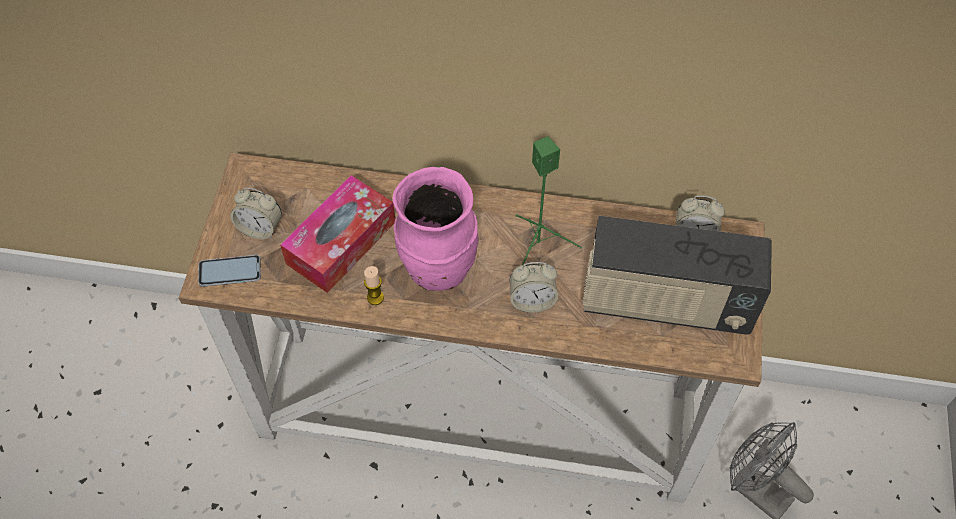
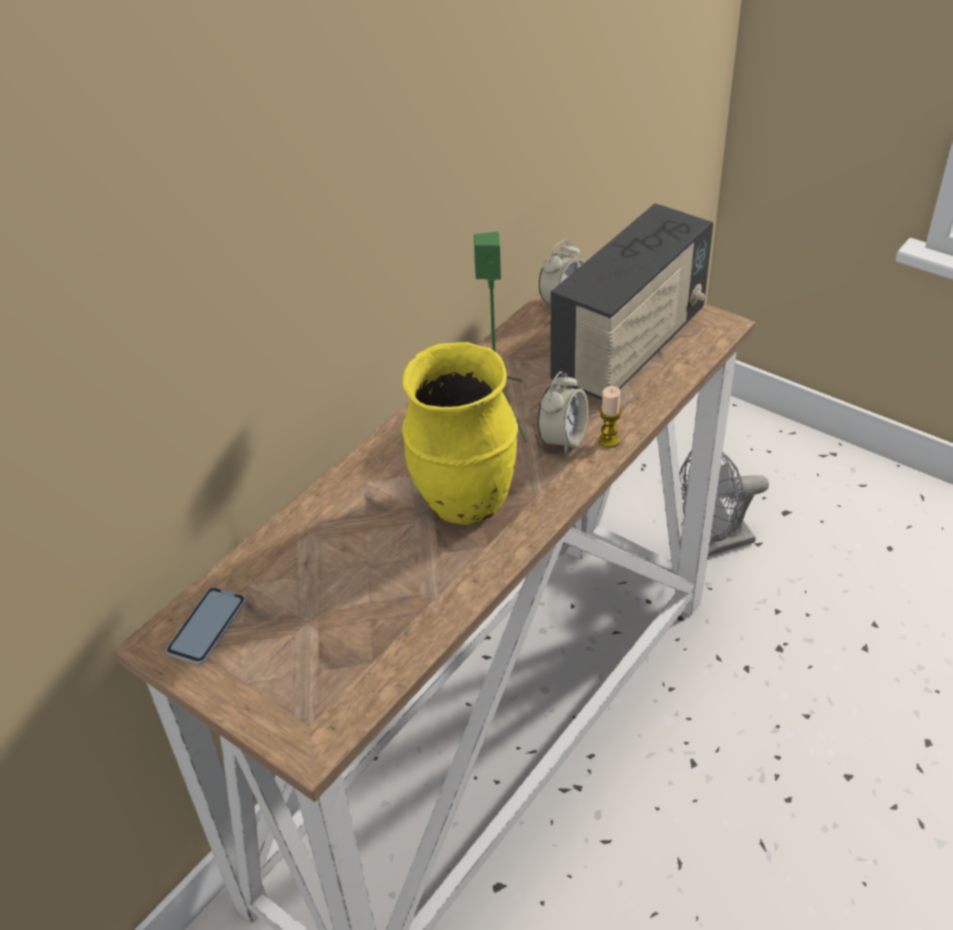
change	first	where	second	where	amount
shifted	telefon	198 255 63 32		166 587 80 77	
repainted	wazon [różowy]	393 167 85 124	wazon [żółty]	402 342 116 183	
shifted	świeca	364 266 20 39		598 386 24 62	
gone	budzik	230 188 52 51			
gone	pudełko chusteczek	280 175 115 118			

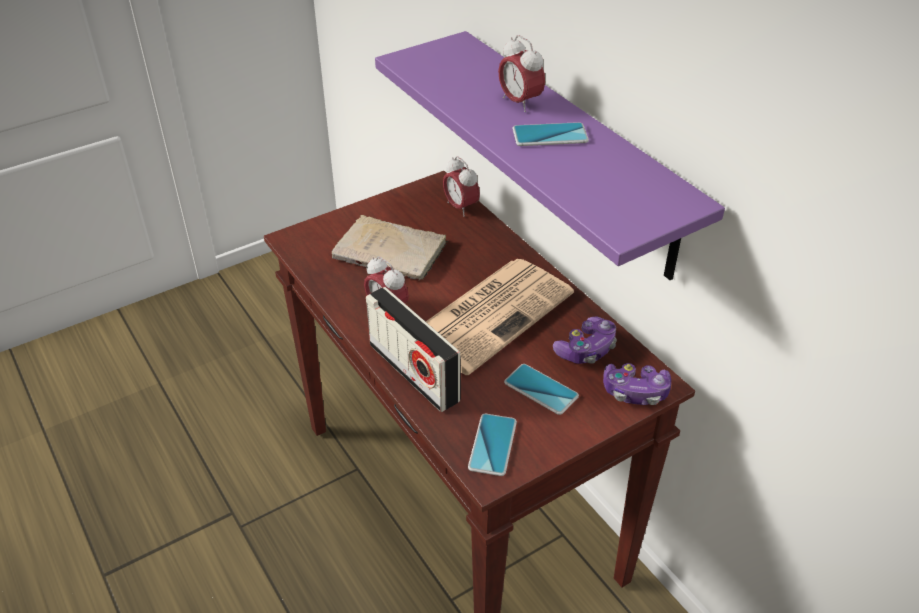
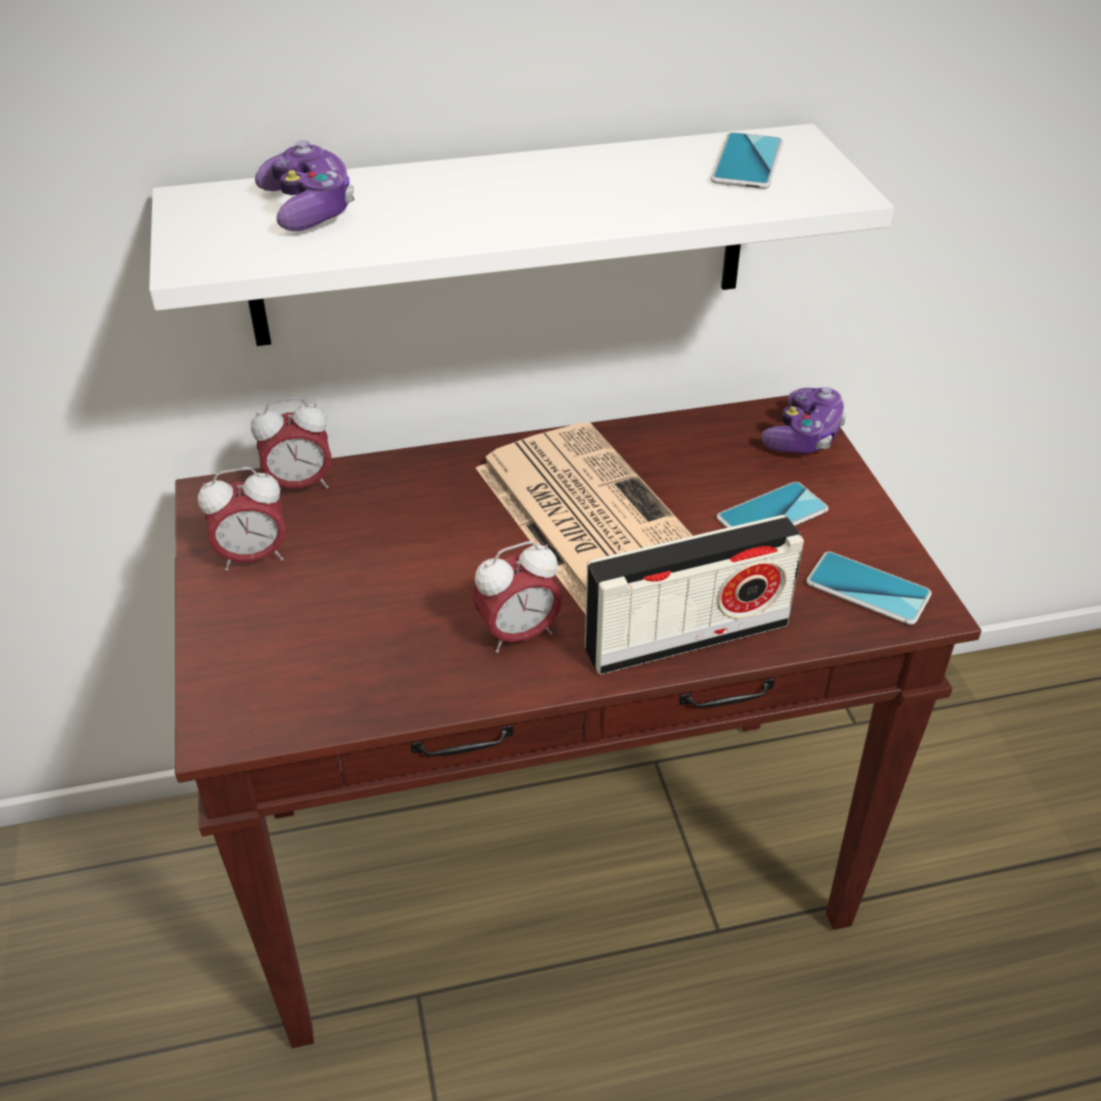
change	first	where	second	where	amount
repainted	półka [fioletowy]	375 31 350 249	półka [biały]	149 124 745 222	
shifted	budzik	498 35 47 77		198 467 88 104	
shifted	pad do gier	553 316 64 48		255 140 100 91	
shifted	telefon	512 122 77 24		711 132 72 57	
gone	książka [beżowy]	332 215 116 65			

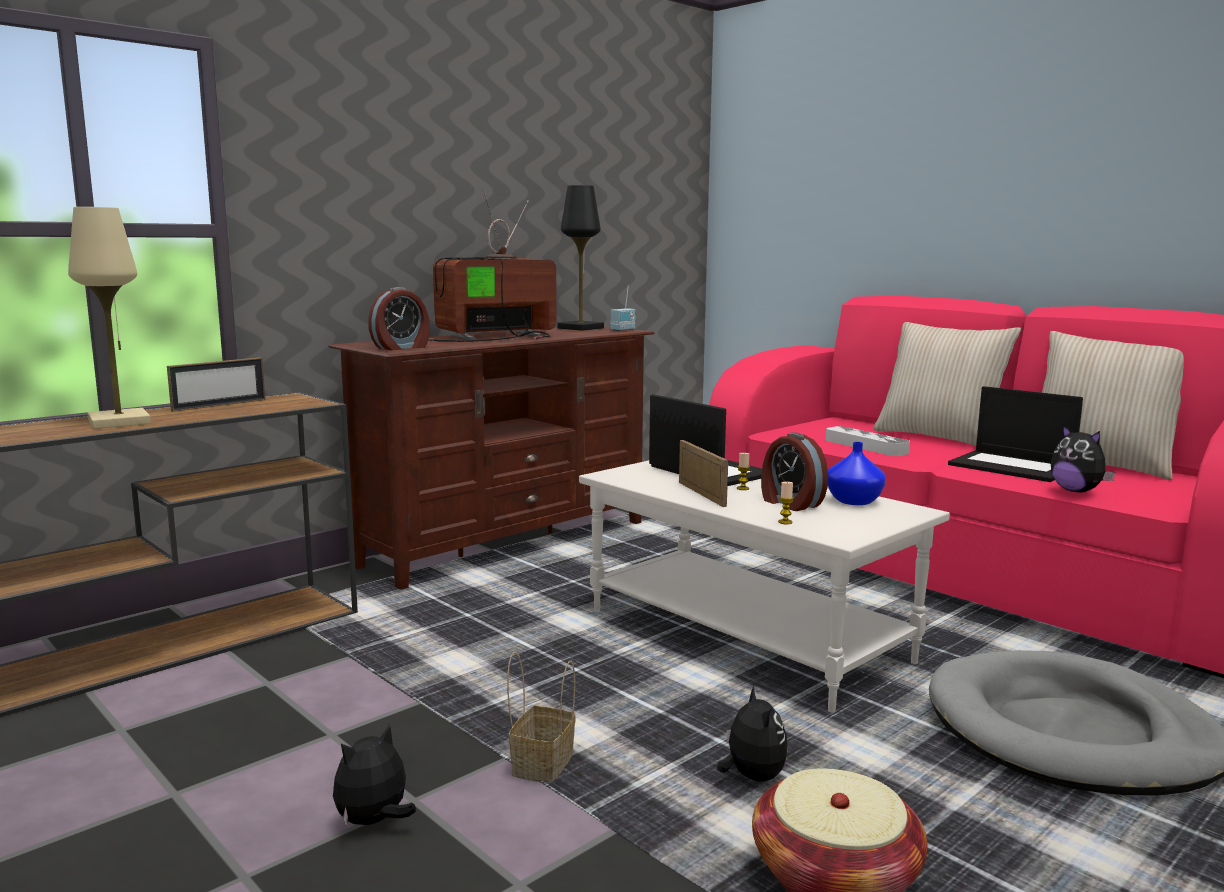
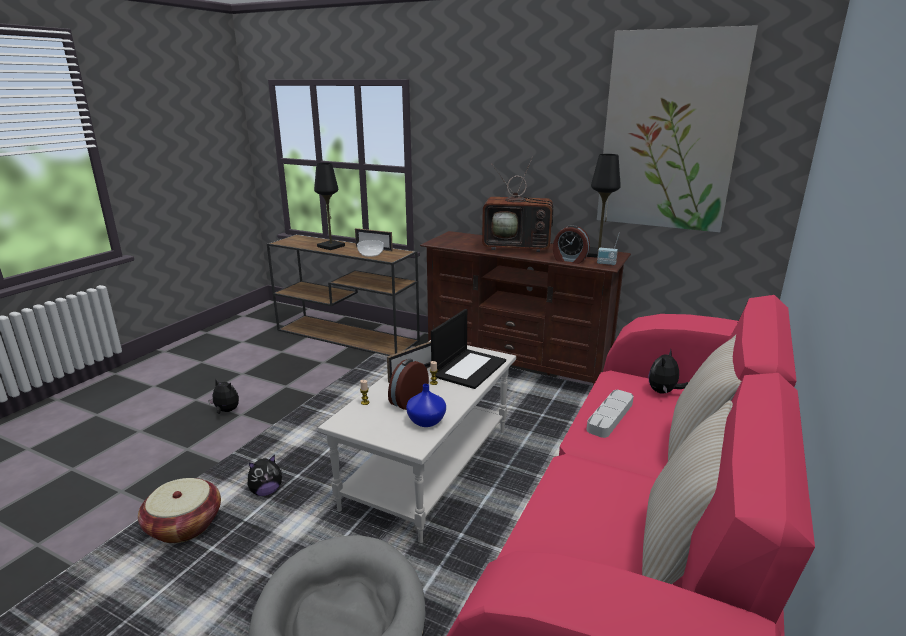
change	first	where	second	where	amount
repainted	lampa stołowa [beżowy]	68 207 83 222	lampa stołowa [czarny]	314 163 31 87	
new			miska	357 240 27 17	
rotated	telewizor	428 189 129 153		482 157 71 95	150 degrees clockwise
shifted	budzik	368 287 62 63		553 225 37 39	
new			obraz	597 25 161 207	
shifted	pluszak	1051 425 64 67		648 349 40 45	
gone	koszyk	507 652 69 130			
gone	laptop	948 386 135 96			

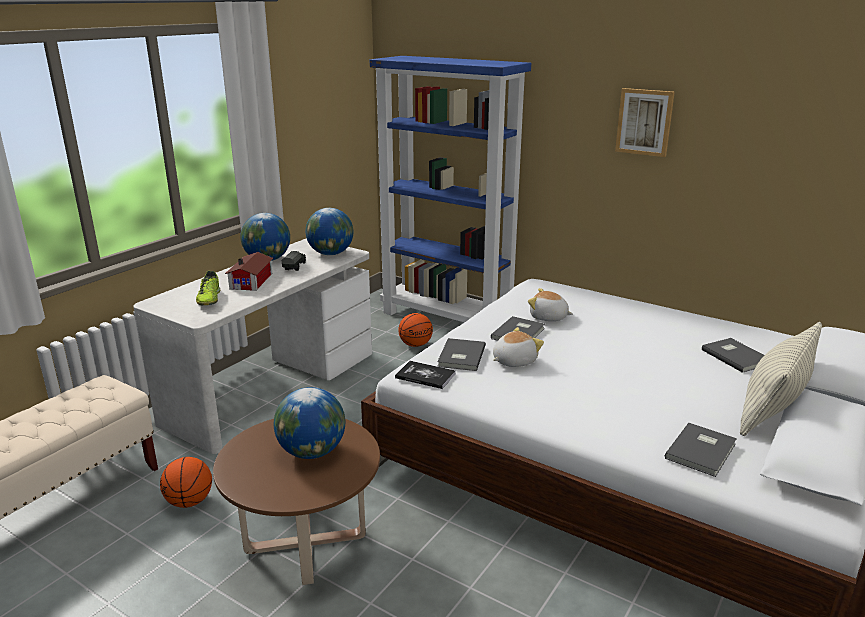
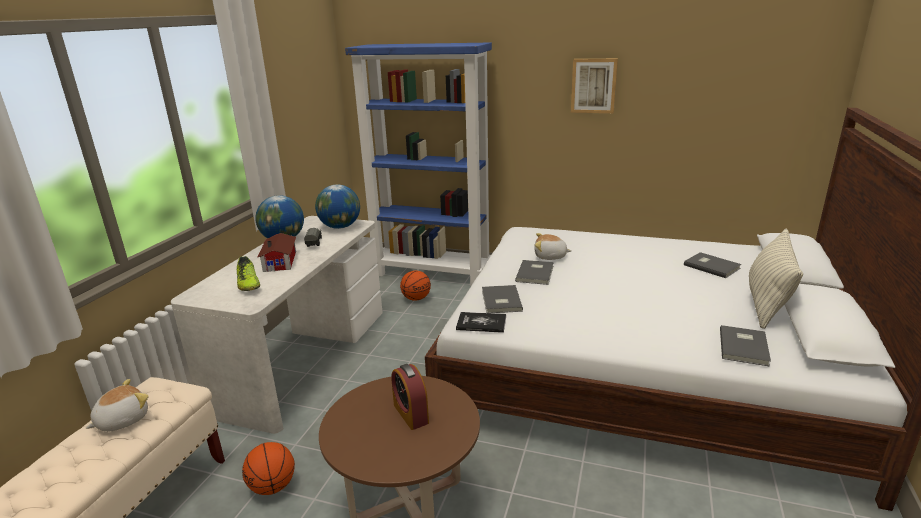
change	first	where	second	where	amount
shifted	pluszak	493 327 51 40		86 379 63 53	
swapped	globus	274 387 71 72	budzik	391 364 38 66	

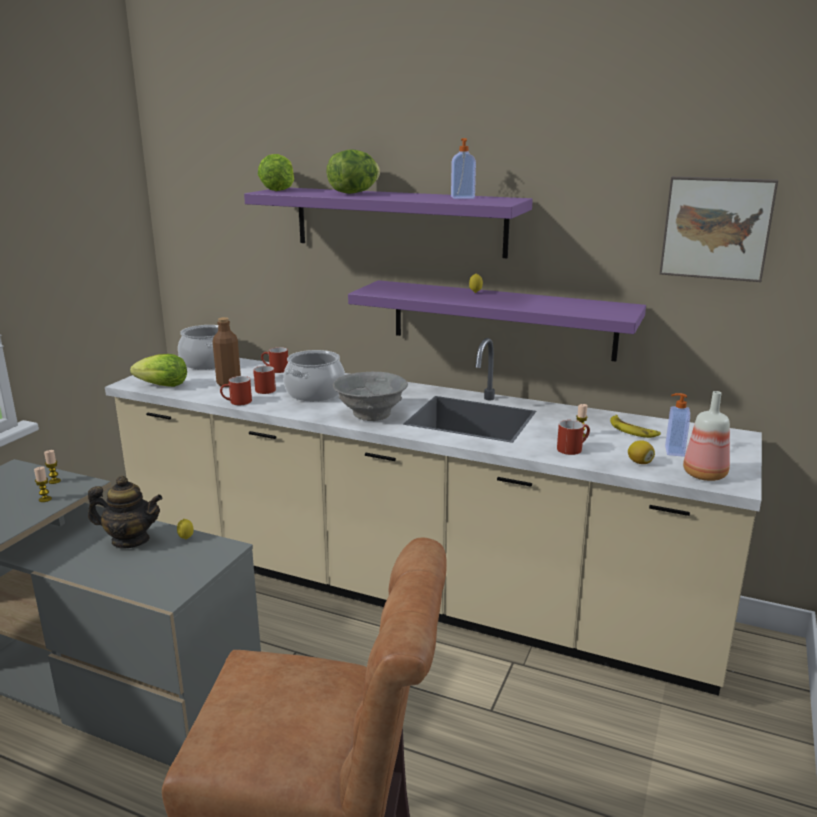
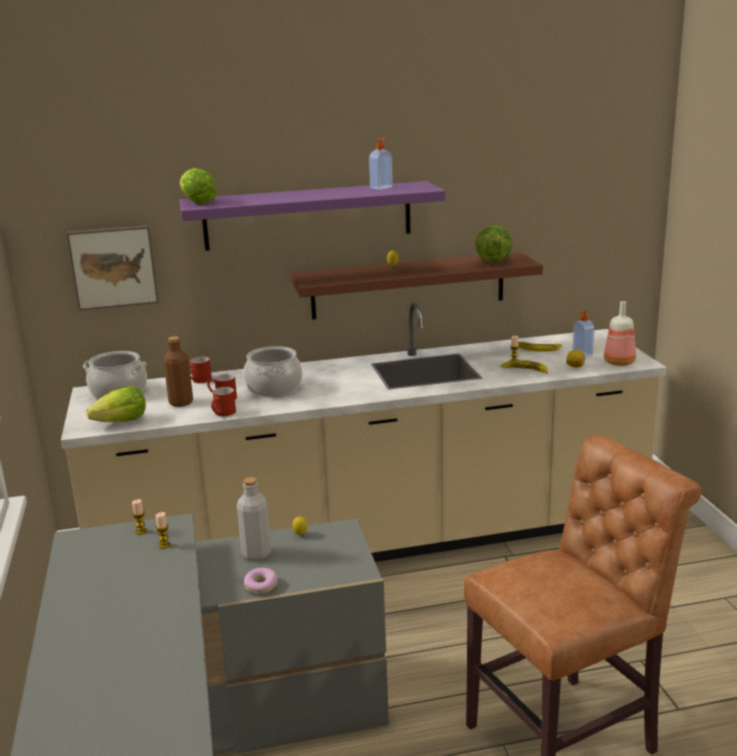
change	first	where	second	where	amount
shifted	obraz	660 176 118 106		67 225 91 85	
swapped	imbryk	88 476 75 72	butelka [szary]	237 477 34 84	
new			donut	244 568 34 26	
repainted	półka [fioletowy]	348 280 298 82	półka [brązowy]	290 252 253 68	
shifted	sałata	326 149 54 45		475 225 37 38	
swapped	kubek [czerwony]	557 420 33 35	banan	501 360 47 14	
gone	miska [szary]	333 372 75 49			

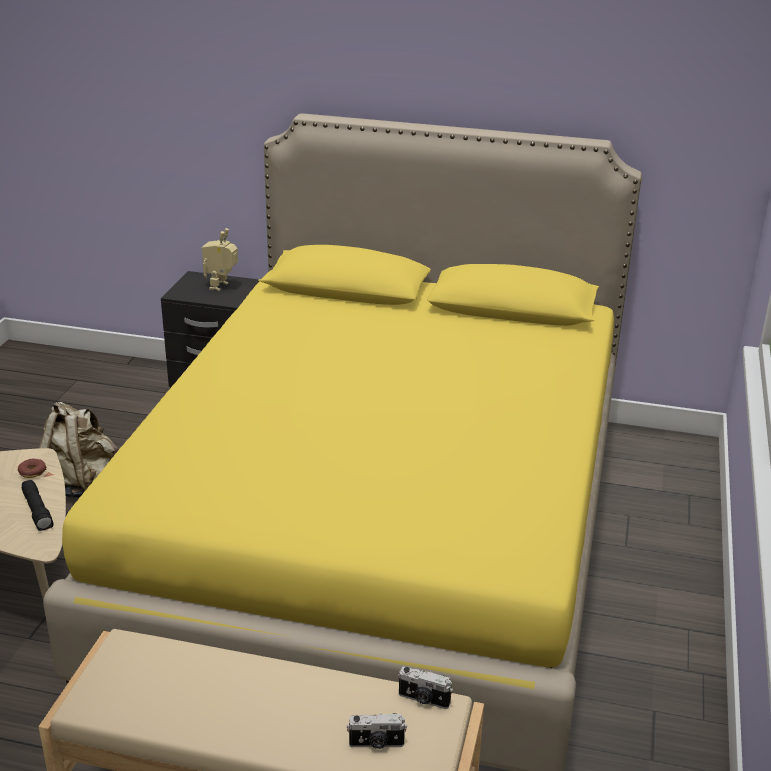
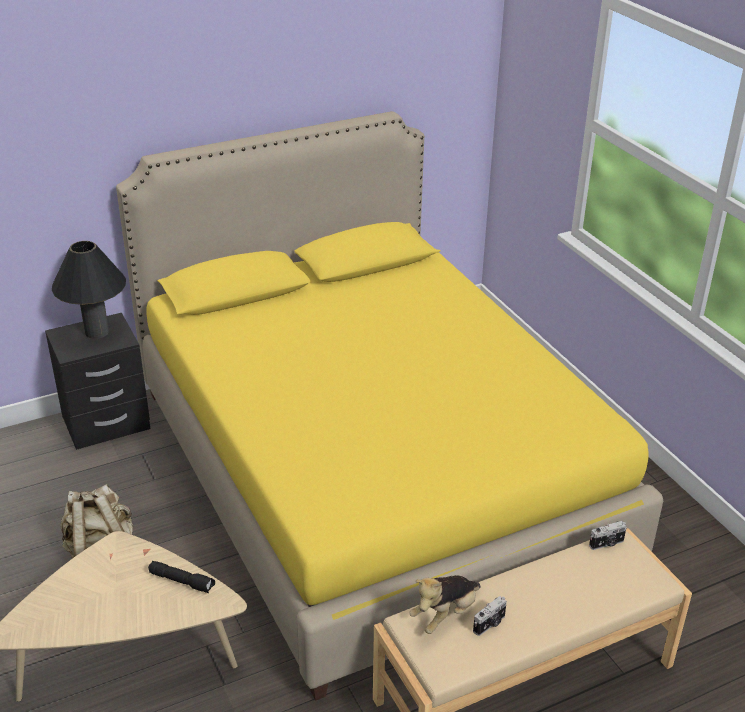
change	first	where	second	where	amount
swapped	robot zabawkowy	202 228 36 63	lampa stołowa [czarny]	52 241 74 98	
new			pluszak	409 575 72 59	
shifted	aparat fotograficzny	347 713 60 36		473 596 34 40	
gone	donut	18 459 29 19			

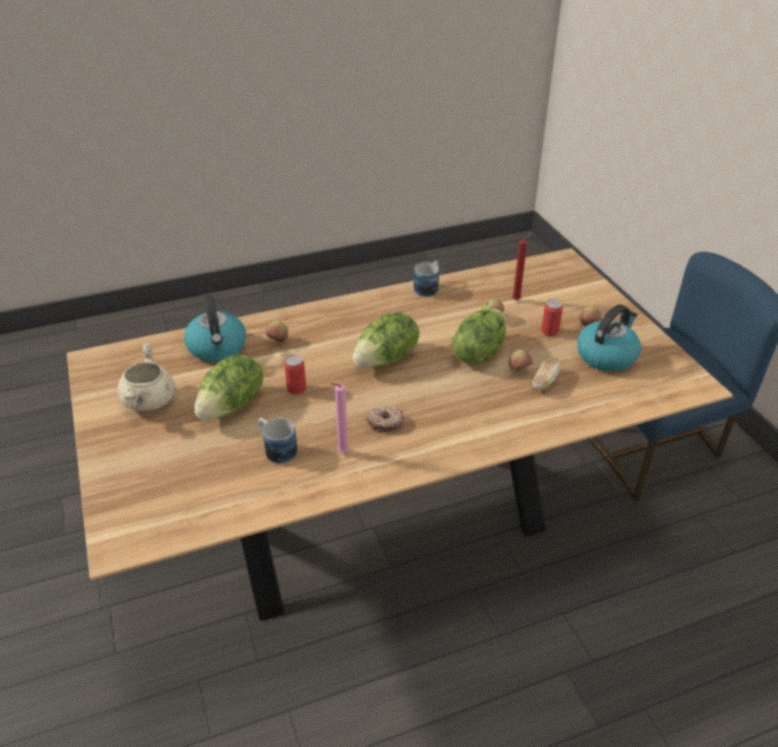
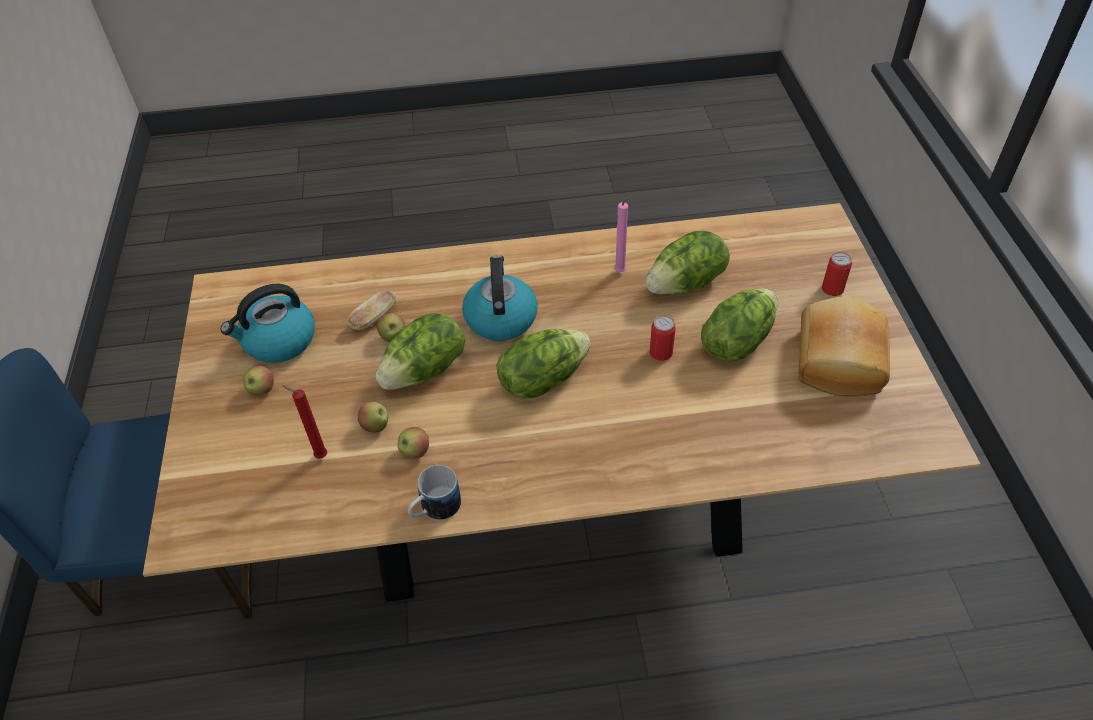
change	first	where	second	where	amount
shifted	jabłko	266 321 22 21		398 427 31 31	
shifted	czajnik	184 294 62 68		462 255 76 86	
swapped	kubek	258 418 40 46	sałata	646 231 84 63	
swapped	garnek [beżowy]	118 344 57 67	chleb	798 296 92 101	
shifted	puszka	541 299 22 37		822 252 30 44	
gone	donut	366 406 38 26			

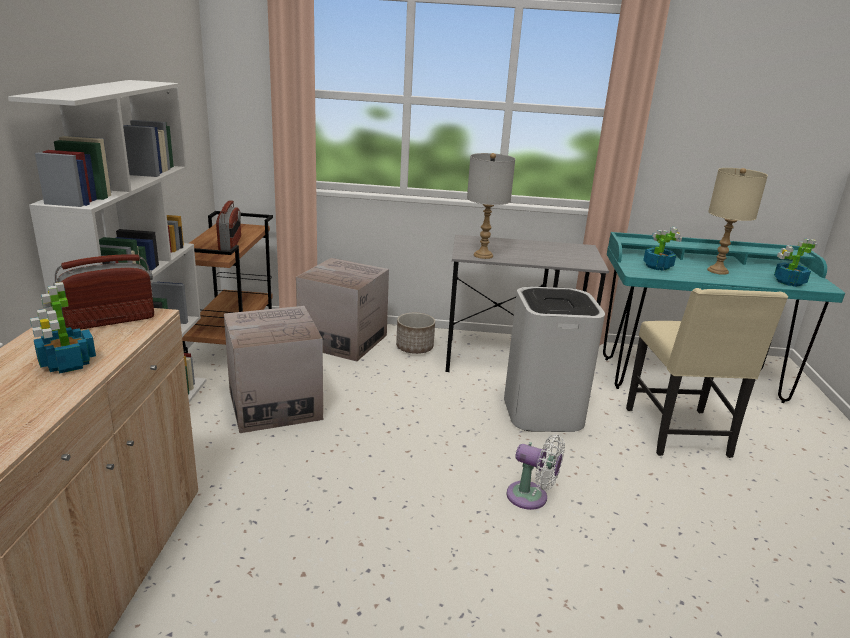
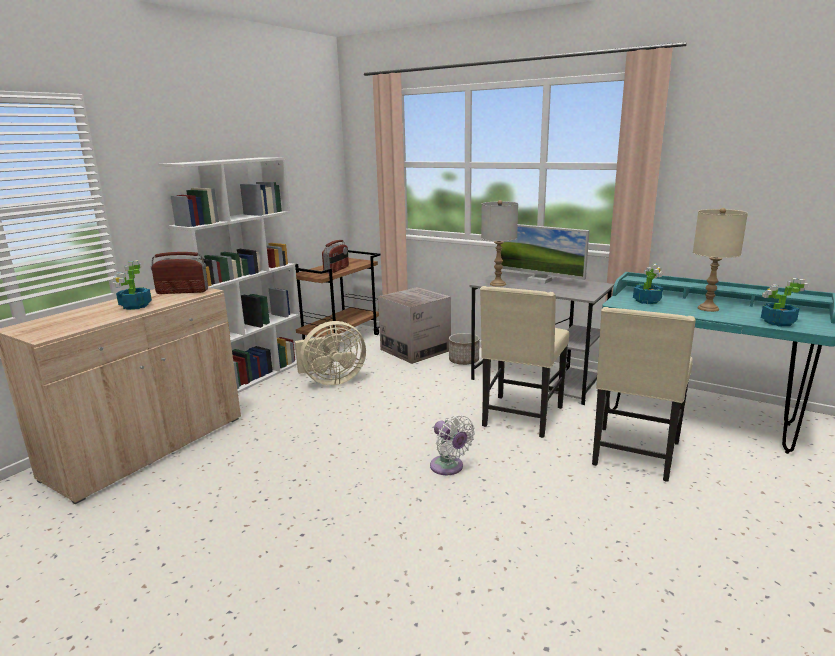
change	first	where	second	where	amount
swapped	karton	224 306 99 127	wentylator [beżowy]	295 321 71 64	
swapped	kosz na śmieci [biały]	504 286 101 146	krzesło [beżowy]	480 286 89 152	
new			monitor	501 224 89 60	

